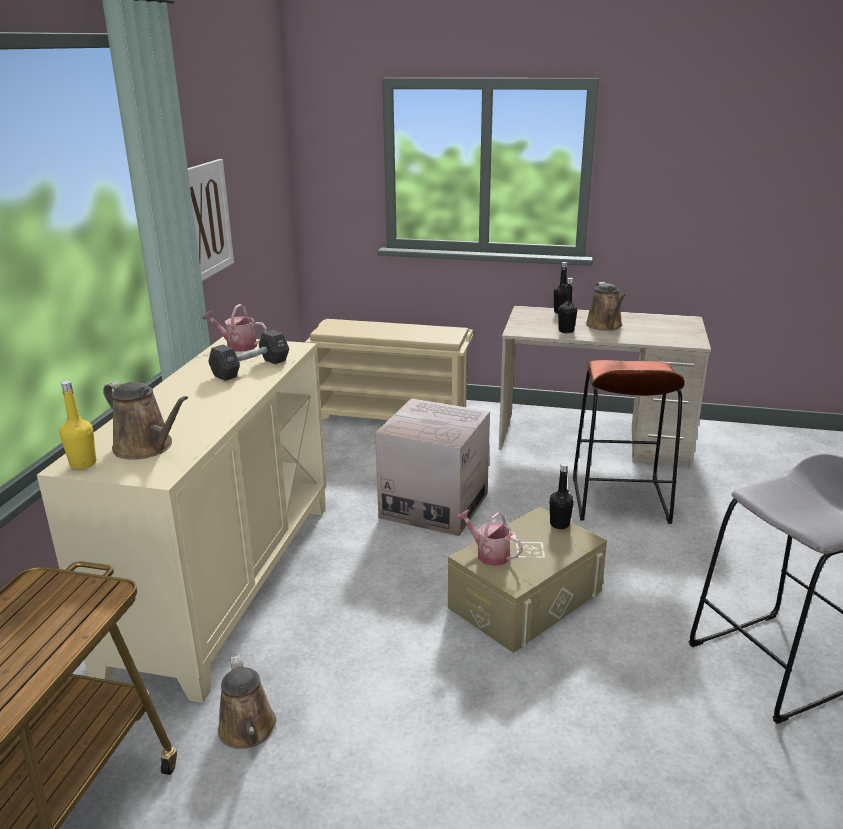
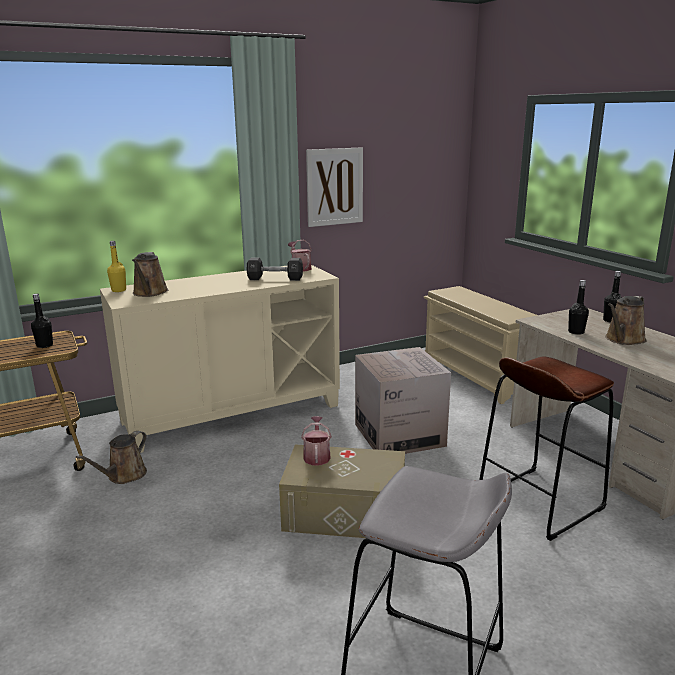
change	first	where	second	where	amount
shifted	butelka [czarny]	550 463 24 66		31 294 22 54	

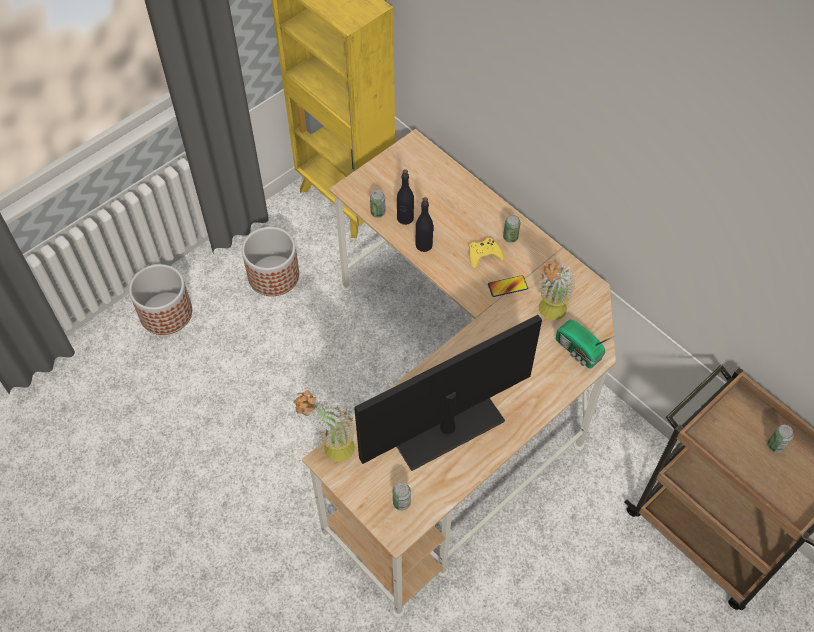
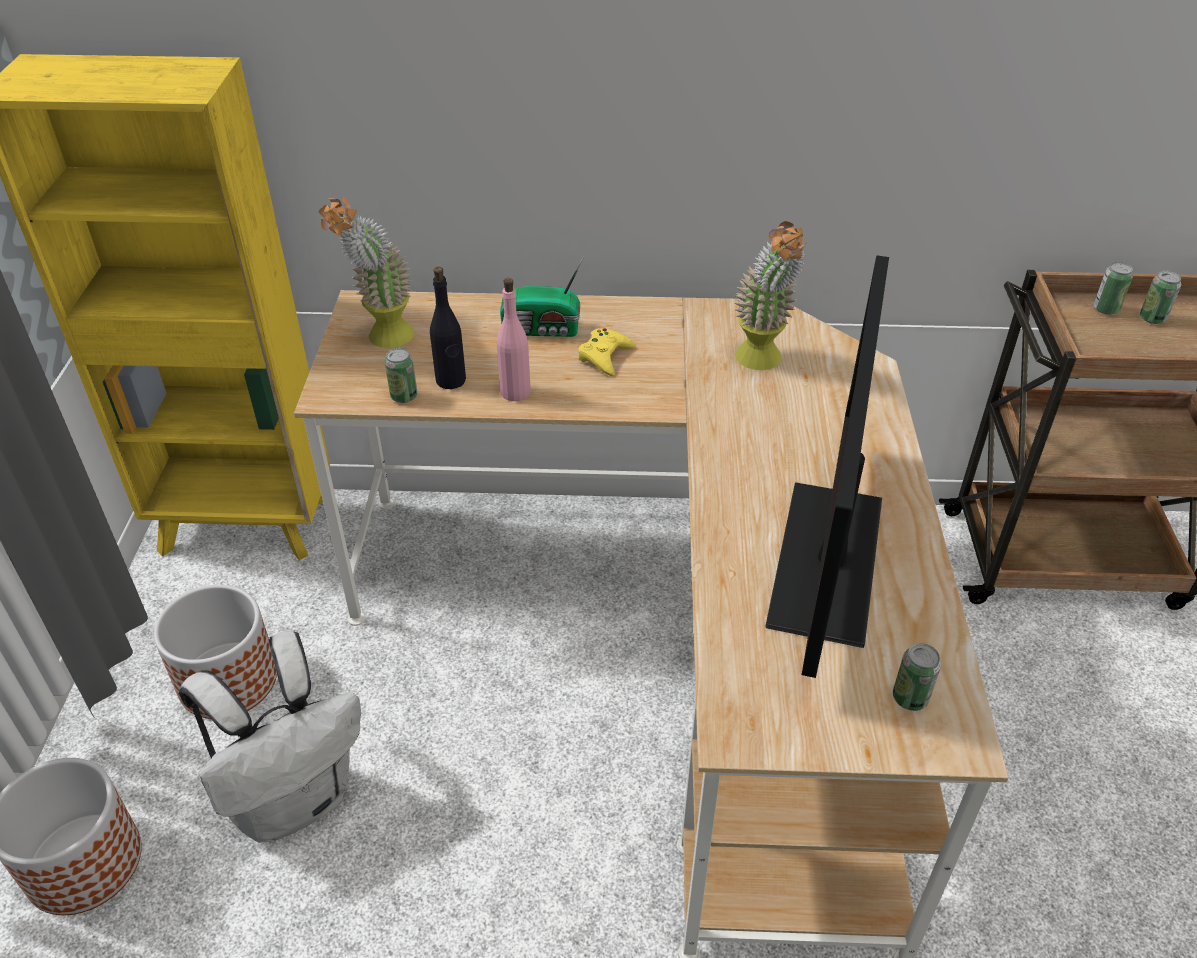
change	first	where	second	where	amount
new			plecak [biały]	179 631 182 211	
shifted	roślina doniczkowa	294 390 62 72		318 197 96 151	
repainted	butelka [czarny]	416 197 18 55	butelka [różowy]	497 278 34 123	
shifted	radio	556 320 58 49		500 256 84 81	
shifted	puszka	503 215 18 28		1094 262 39 53	
gone	telefon	488 275 40 22			

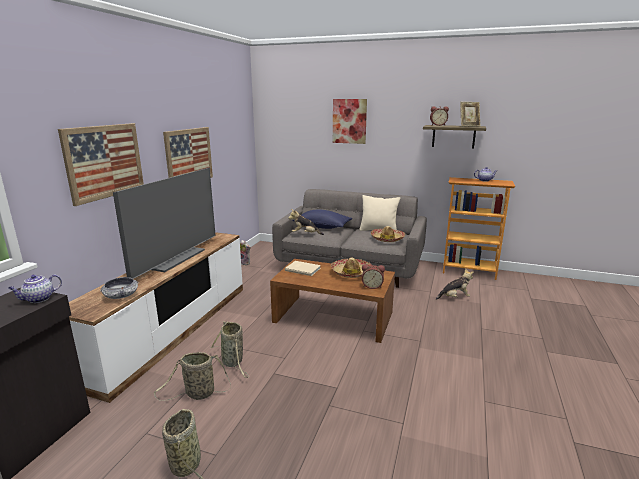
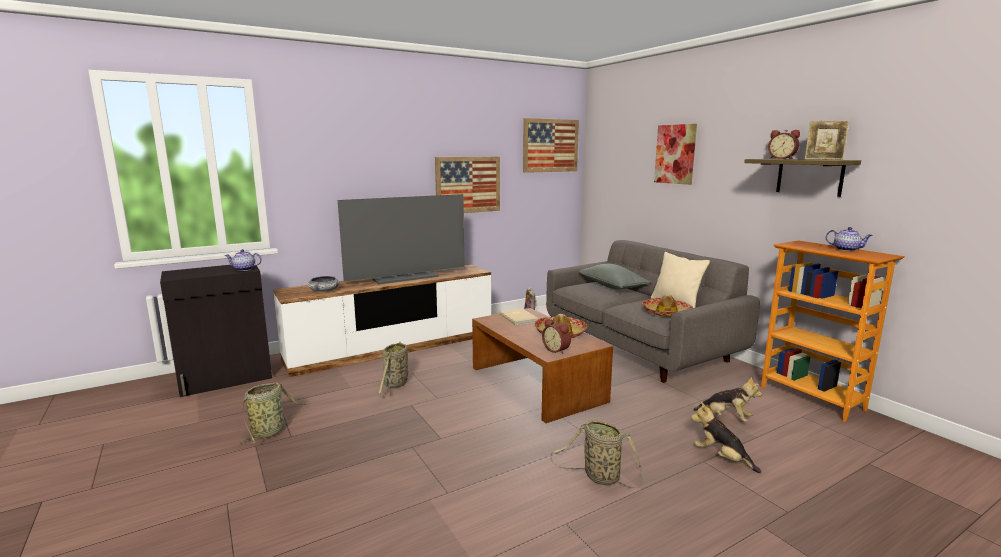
change	first	where	second	where	amount
shifted	obraz	58 123 86 83		523 118 56 55	
shifted	koszyk	154 352 77 49		550 420 92 68	
repainted	poduszka [niebieski]	292 210 60 19	poduszka [szary]	578 264 73 26	
shifted	pluszak	288 209 36 26		691 401 70 72	

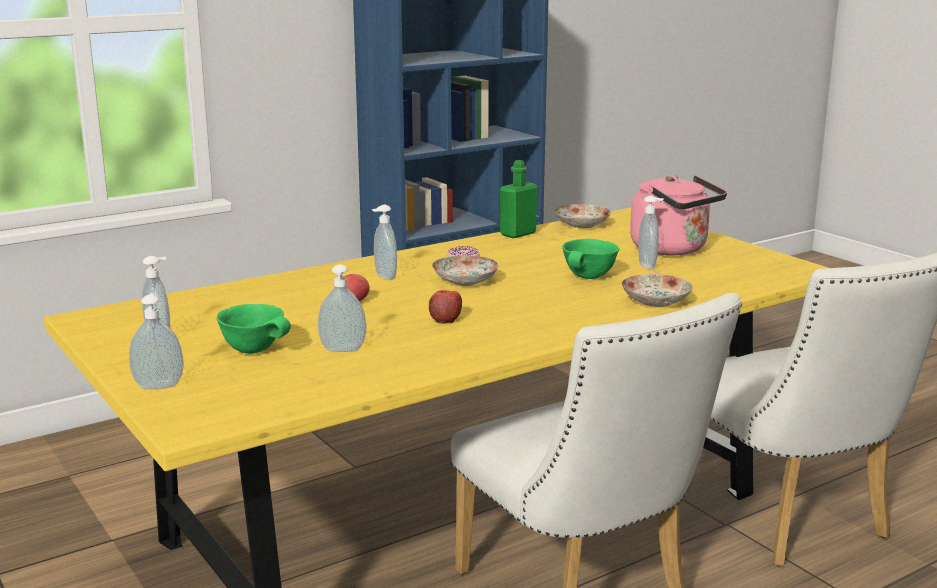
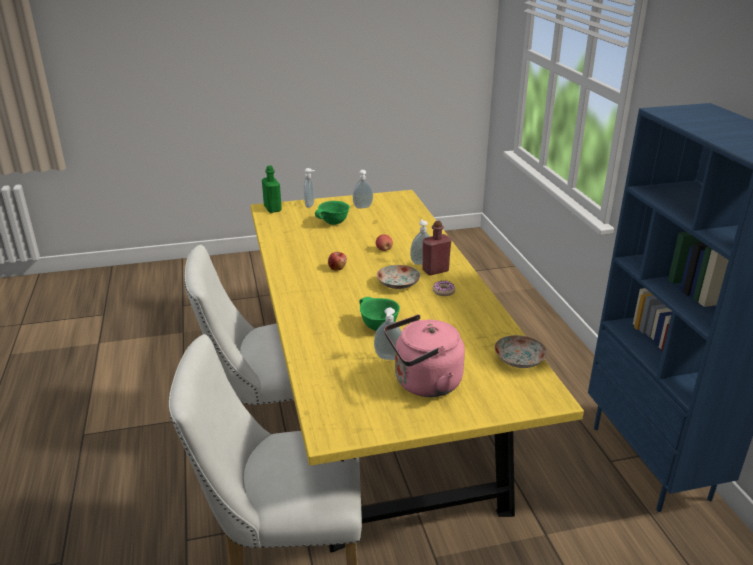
change	first	where	second	where	amount
shifted	butelka [zielony]	500 160 37 78		262 165 20 48	
new			butelka [czerwony]	423 221 28 54	
gone	dozownik mydła	318 264 48 88			
gone	talerz	622 274 71 33			

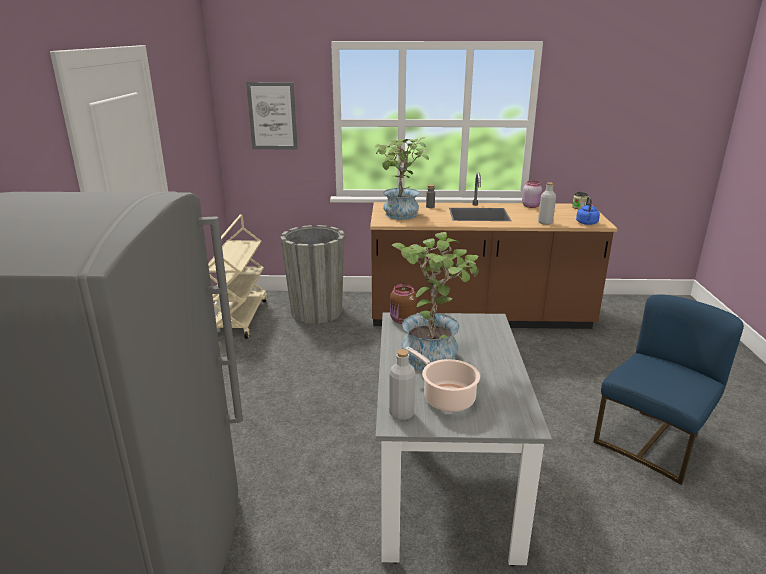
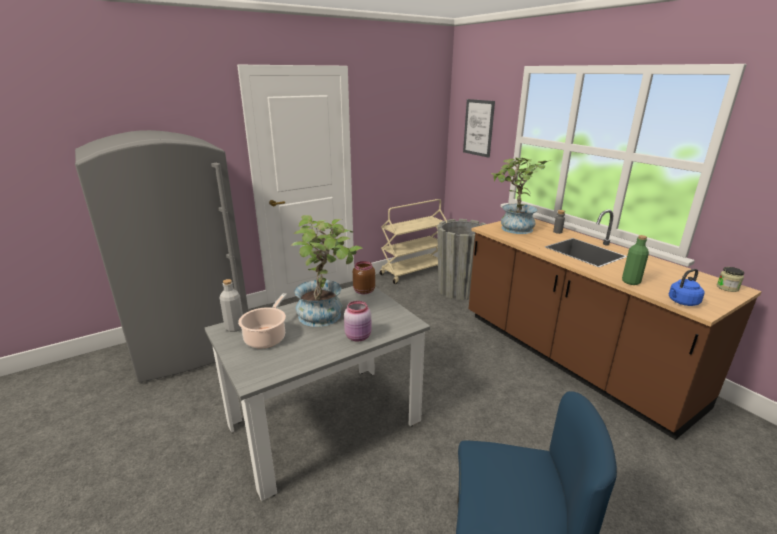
change	first	where	second	where	amount
shifted	słoik [różowy]	522 181 20 27		344 301 28 40	
repainted	butelka [szary]	538 182 18 43	butelka [zielony]	622 235 27 50	

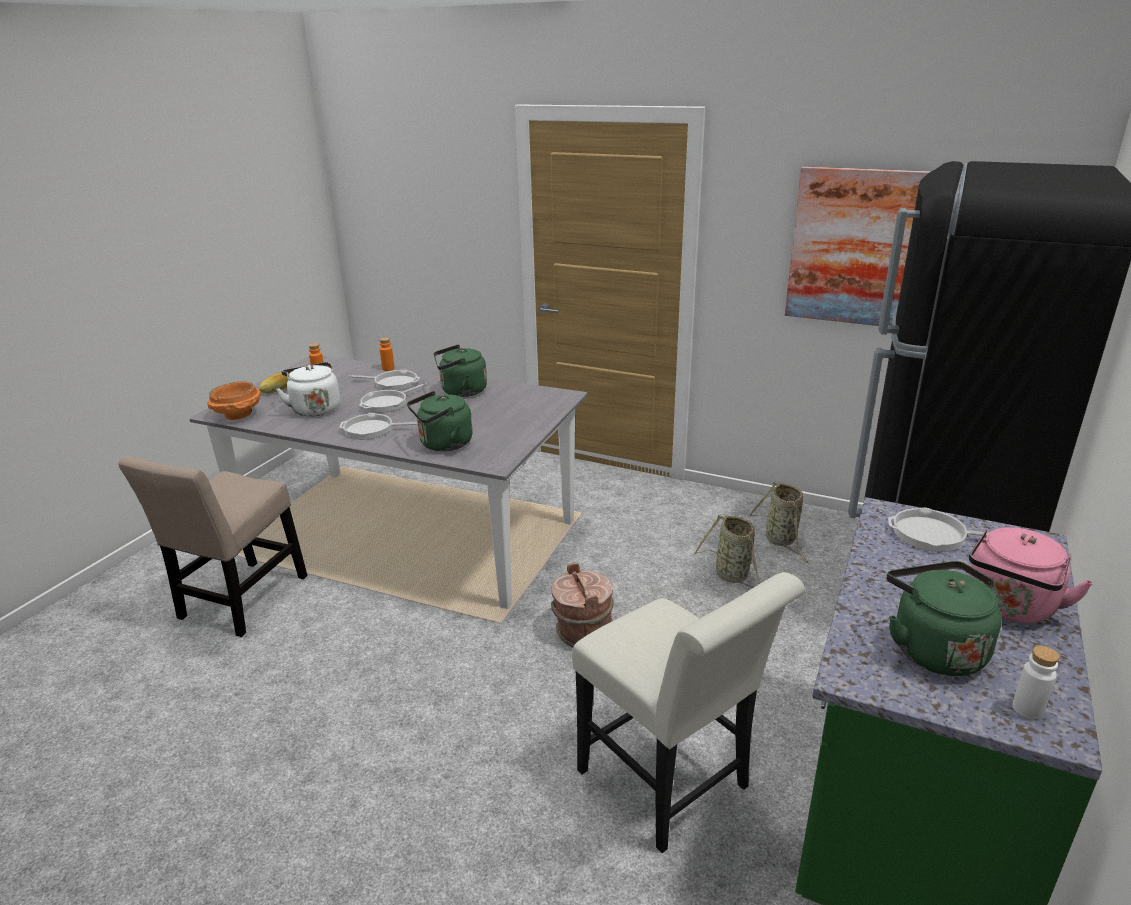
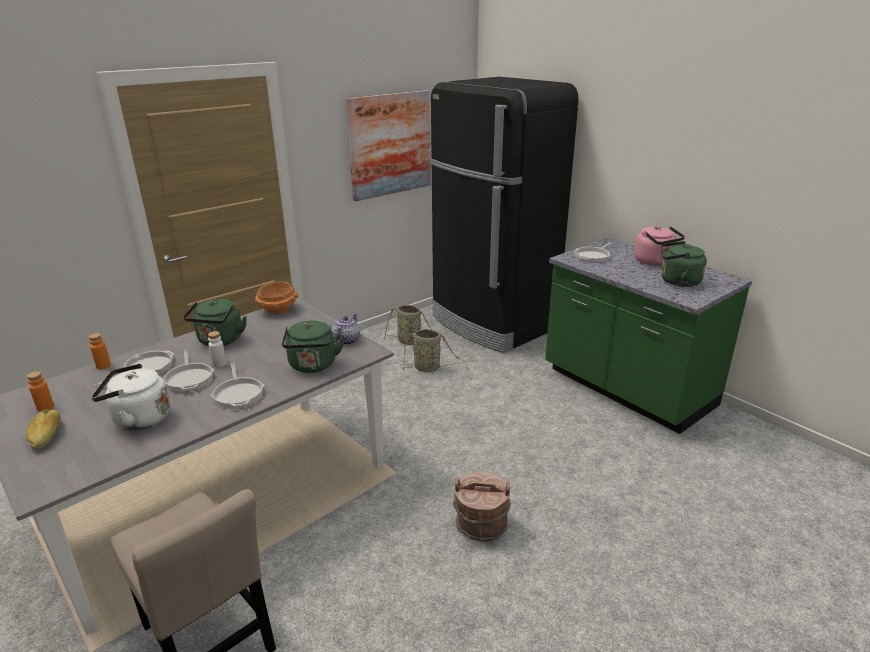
change	first	where	second	where	amount
shifted	butelka [biały]	1012 646 48 73		208 331 18 37	
rotated	patelnia	339 413 79 26		211 363 53 46	45 degrees counterclockwise
shifted	miska [pomarańczowy]	207 381 54 39		255 281 43 33	
new			imbryk	332 314 28 31	
shifted	wiadro [brązowy]	551 562 63 85		453 471 58 71	
gone	krzesło [biały]	572 572 233 281			

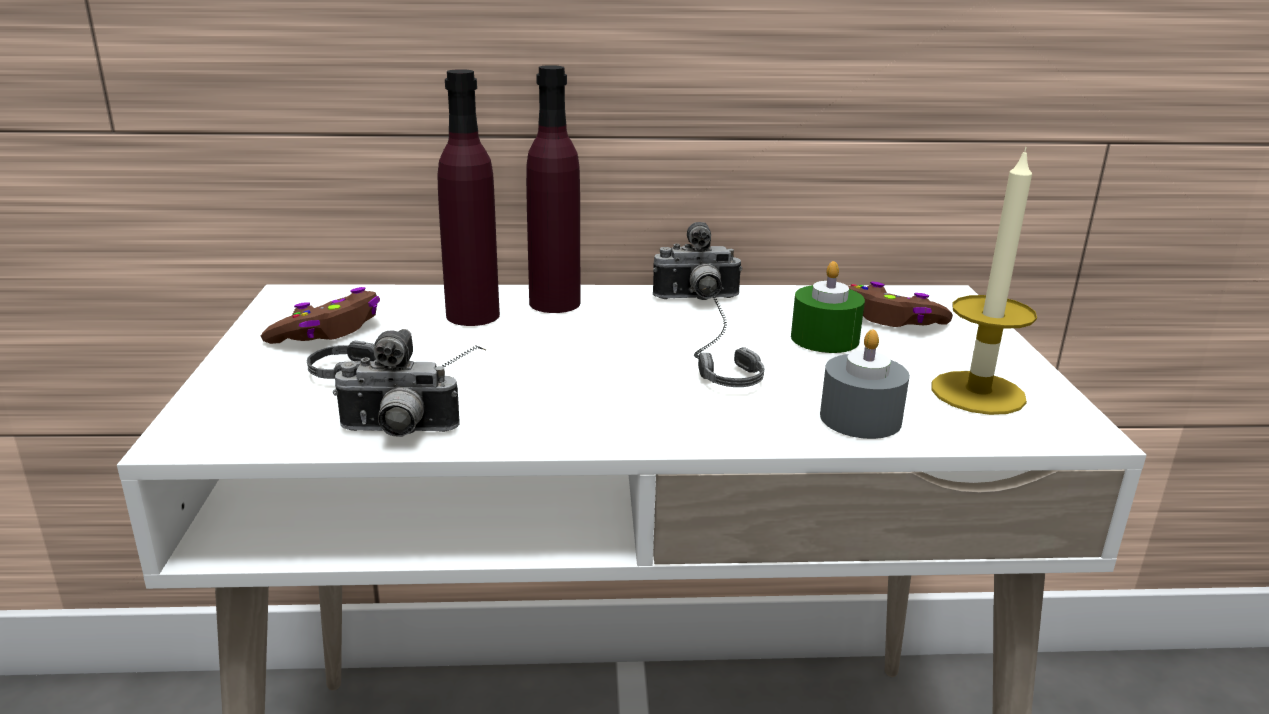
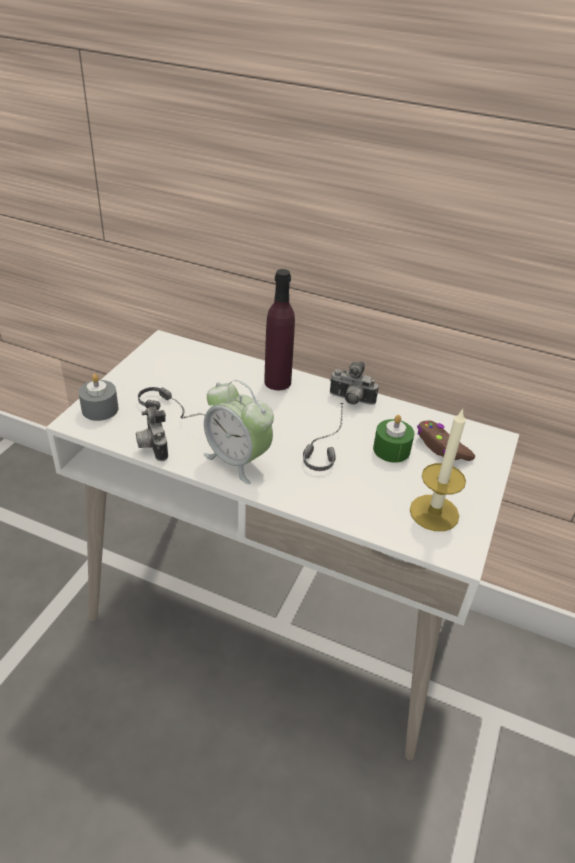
change	first	where	second	where	amount
shifted	świeca [szary]	820 329 90 110		78 374 41 47	
rotated	aparat fotograficzny	333 329 127 108		136 406 32 55	45 degrees clockwise
new			budzik	204 380 70 104	
gone	pad do gier [brązowy]	261 287 119 57			
gone	butelka [fioletowy]	437 69 63 257			

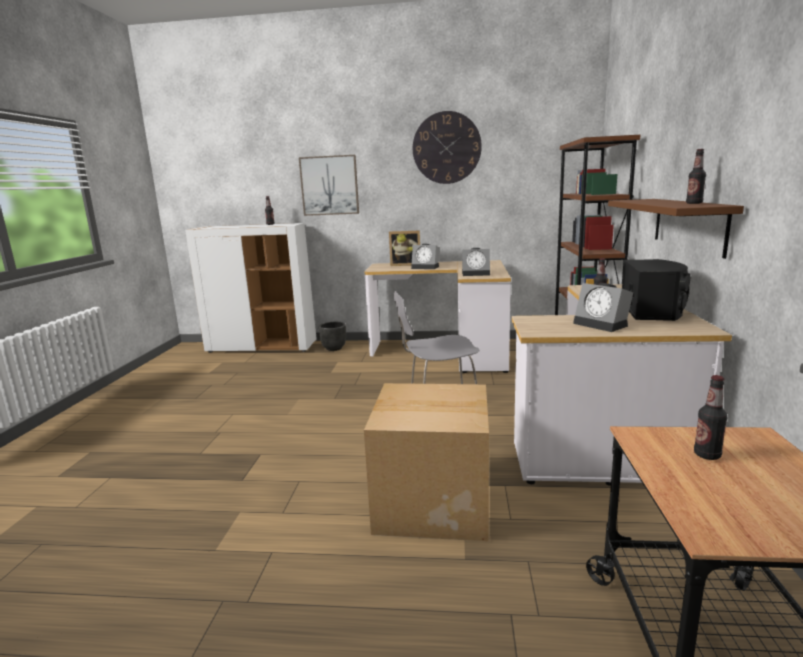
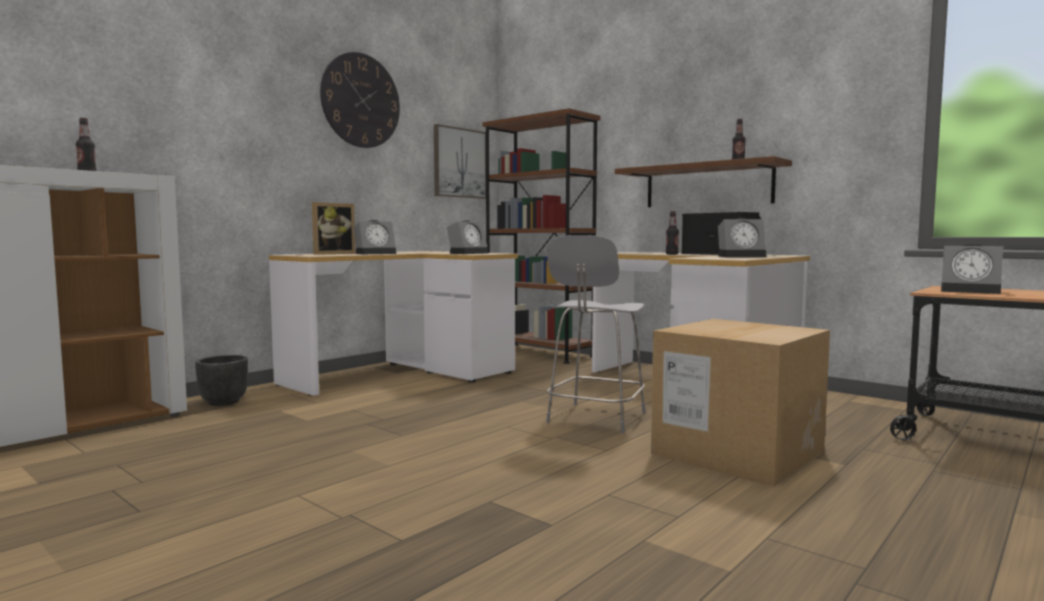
change	first	where	second	where	amount
shifted	obraz	299 155 60 61		434 124 52 75	
swapped	butelka	694 375 33 85	budzik	941 244 62 50	

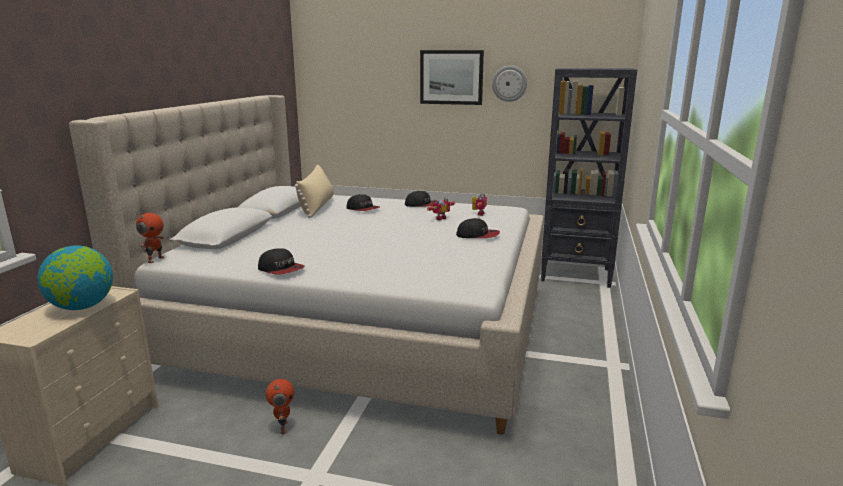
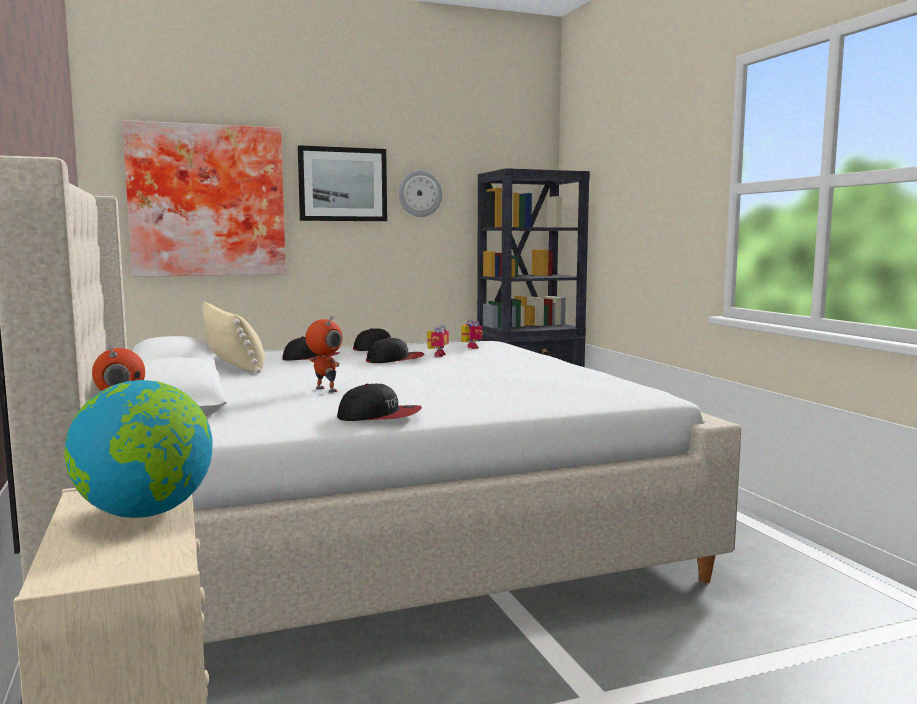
change	first	where	second	where	amount
new			obraz	122 120 164 157	
shifted	robot zabawkowy	266 379 28 55		306 316 37 77	
shifted	czapka z daszkiem	456 218 44 20		366 338 58 25	

